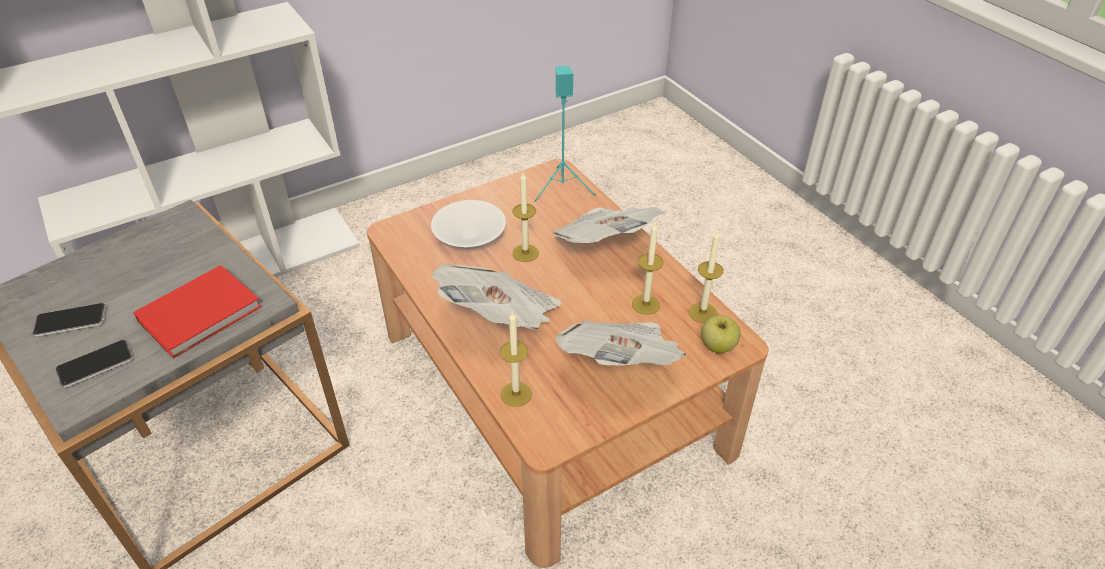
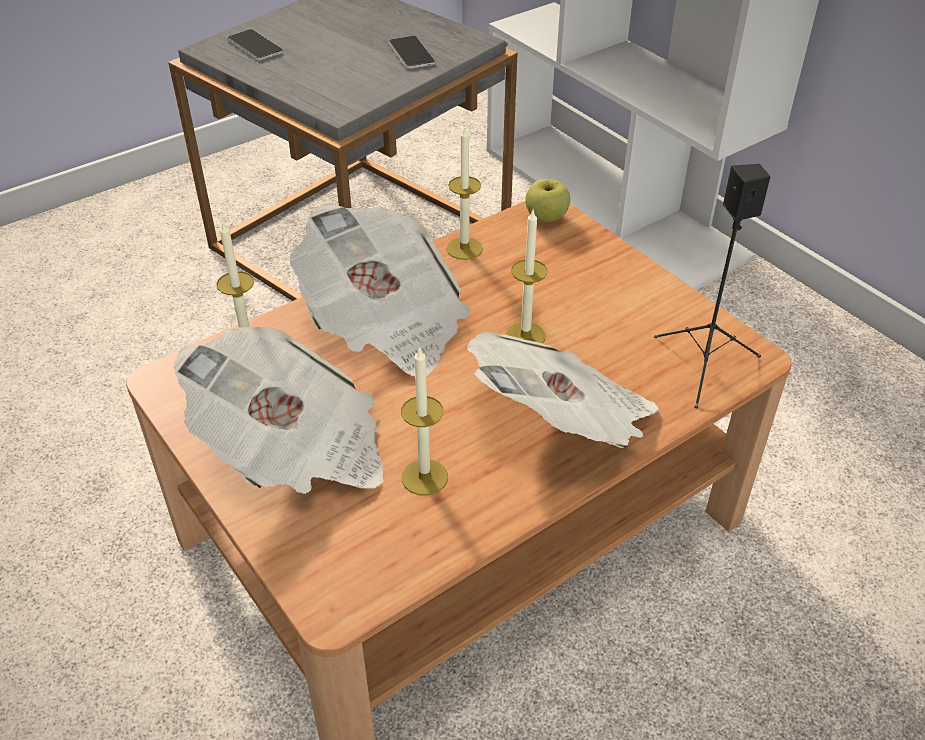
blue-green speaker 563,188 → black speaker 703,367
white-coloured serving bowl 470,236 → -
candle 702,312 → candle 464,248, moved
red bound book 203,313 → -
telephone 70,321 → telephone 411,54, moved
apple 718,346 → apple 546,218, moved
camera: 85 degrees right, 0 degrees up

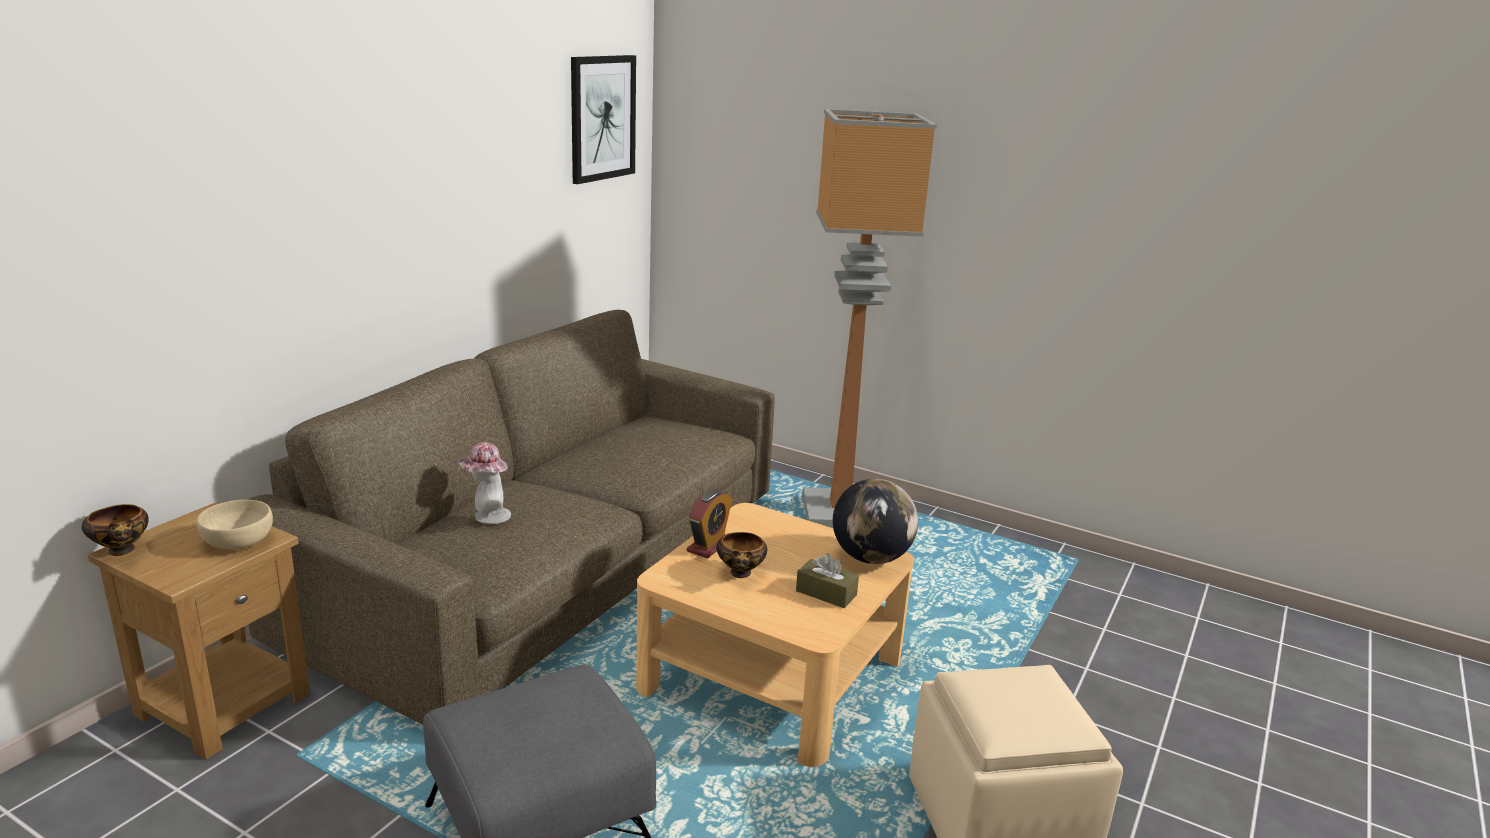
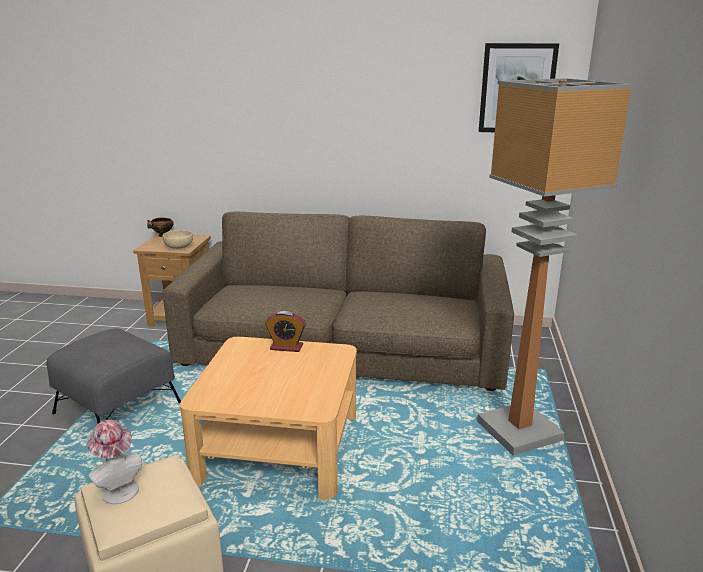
wearable hat 487,516 → wearable hat 118,489, moved
world globe 871,558 → -
serving bowl 741,574 → -
brown-coloured box of tissues 826,593 → -
camera: 70 degrees right, 0 degrees up

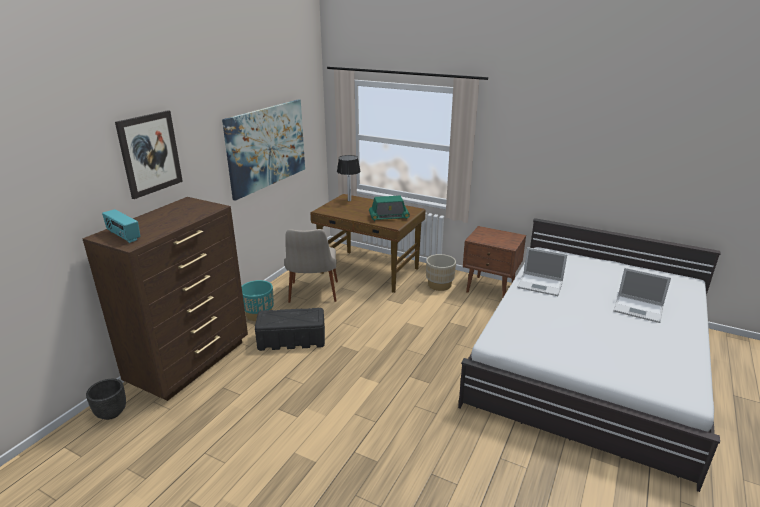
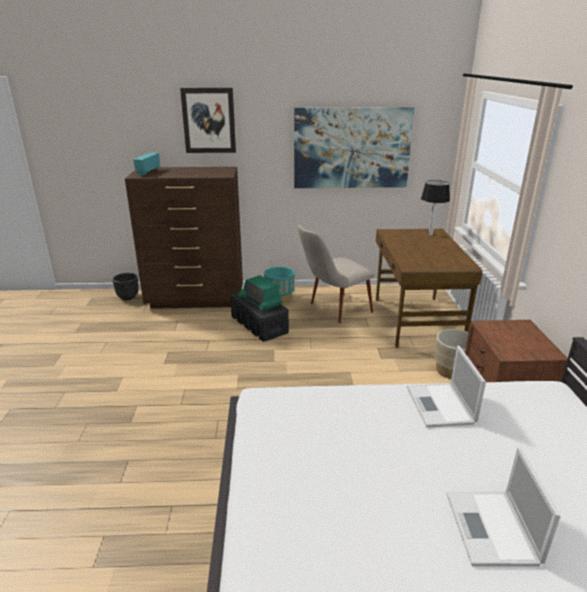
radio receiver 389,217 → radio receiver 260,302, moved
camera: 60 degrees right, 0 degrees up

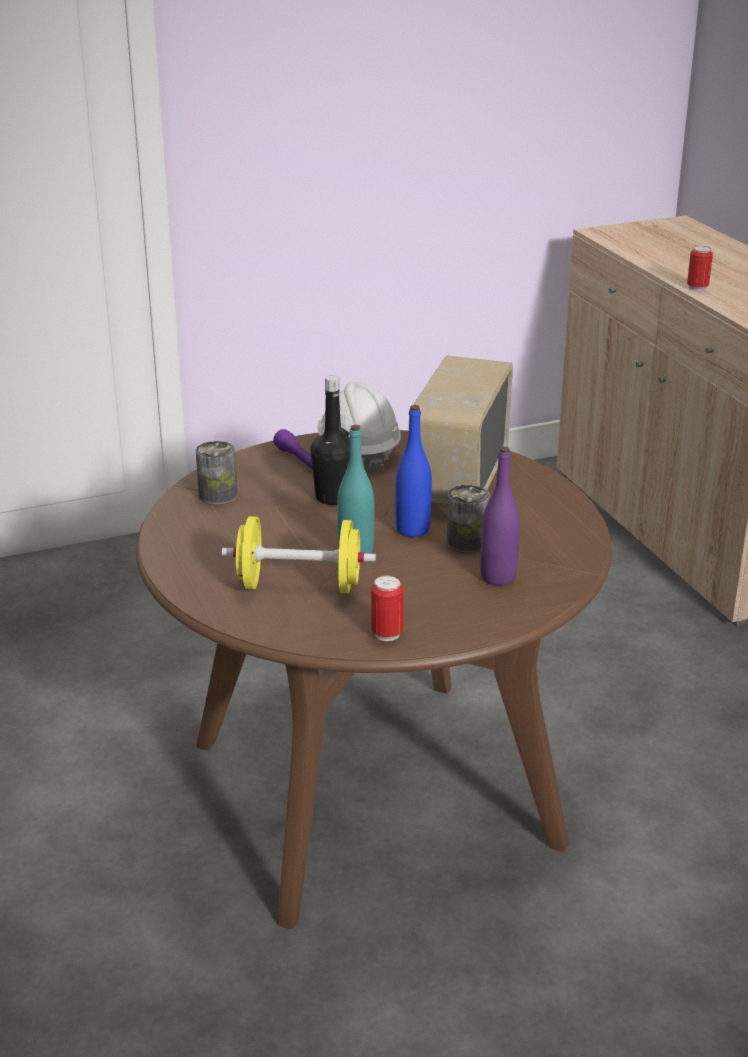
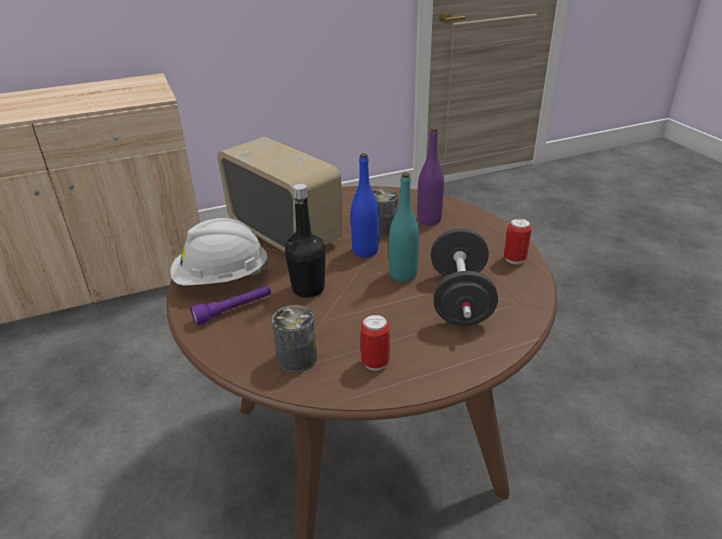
sealed can 697,288 → sealed can 375,363, moved
radio receiver 457,480 → radio receiver 285,233, 150 degrees counterclockwise
yellowish dumbbell 299,585 → black dumbbell 460,299
camera: 90 degrees left, 5 degrees up

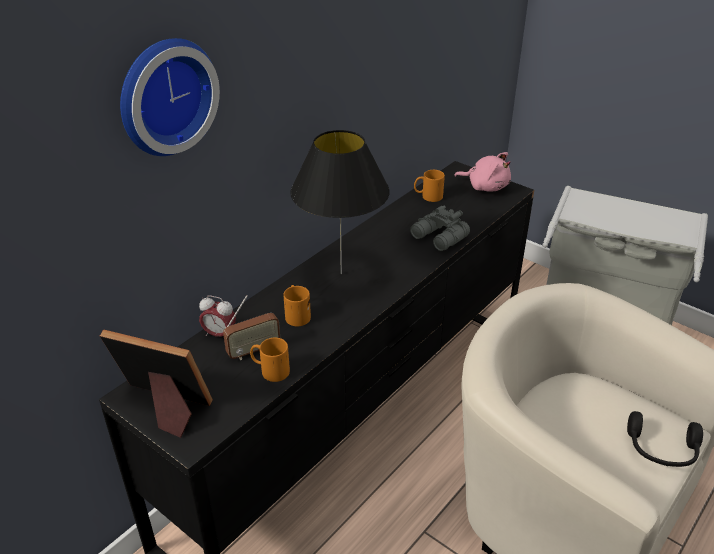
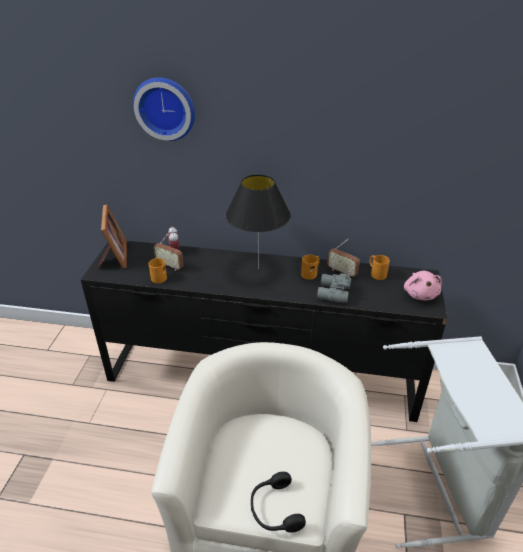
orange tea mug 296,314 → orange tea mug 311,273, moved
- → radio receiver 342,272
camera: 60 degrees right, 0 degrees up

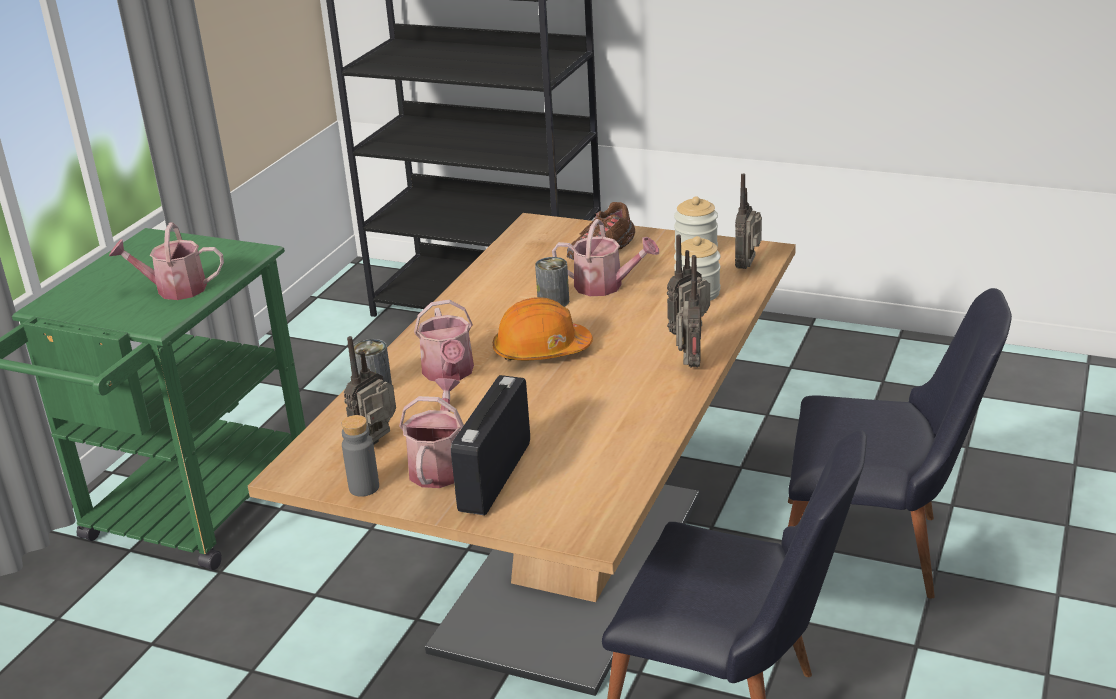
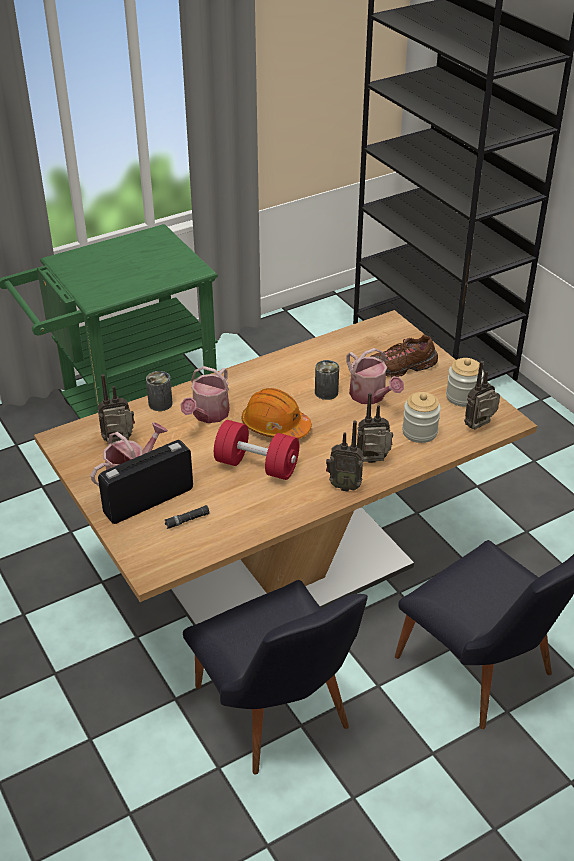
sprinkling can 174,289 → -
radio receiver 689,365 → radio receiver 344,485, 60 degrees clockwise
gray bottle 364,487 → -
- → red dumbbell 257,465
- → black flashlight 187,520
camera: 35 degrees right, 10 degrees up

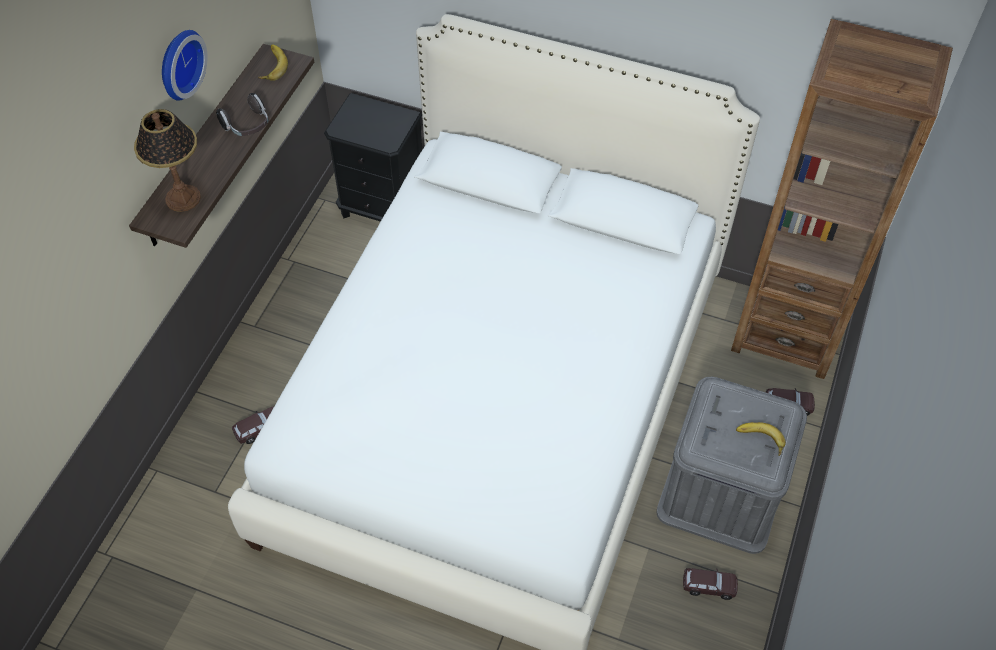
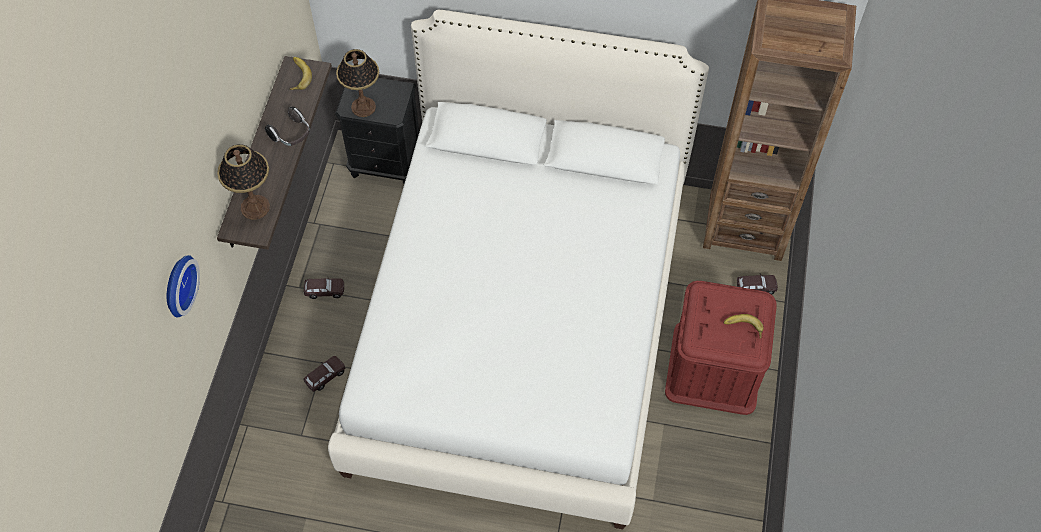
clock on the wall 178,63 → clock on the wall 177,285, moved
gray storage bin 721,491 → red storage bin 714,368
brown-coloured model car 708,586 → brown-coloured model car 324,291, moved
- → table lamp 363,107
camera: 10 degrees left, 5 degrees up

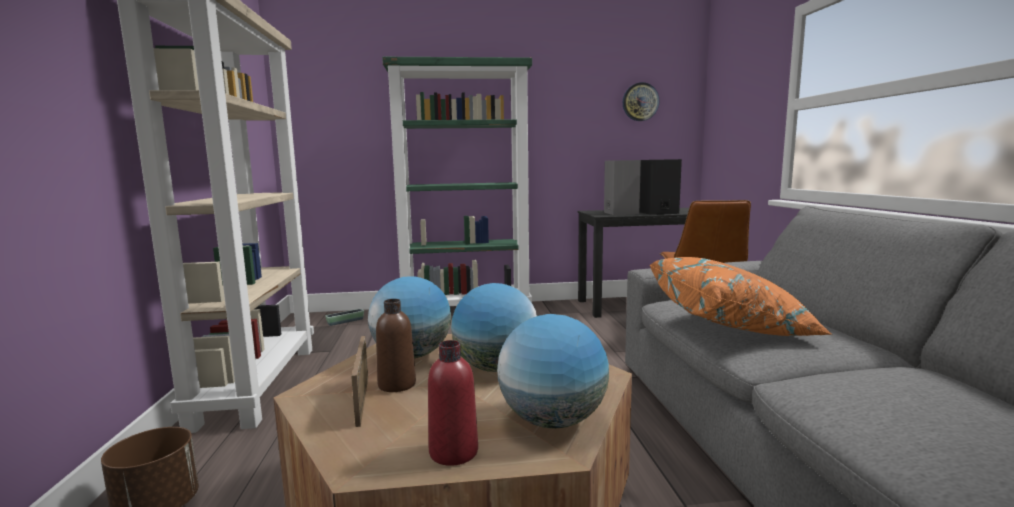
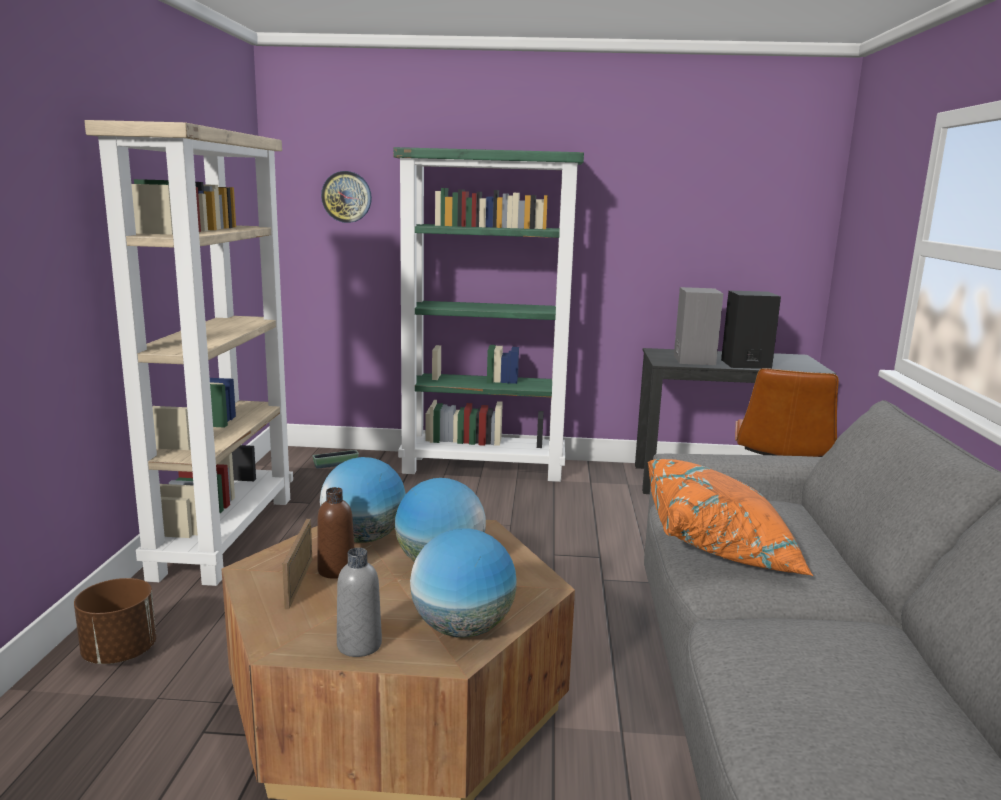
clock on the wall 640,102 → clock on the wall 346,197, moved
red bottle 453,452 → gray bottle 359,645
camera: 10 degrees right, 5 degrees up

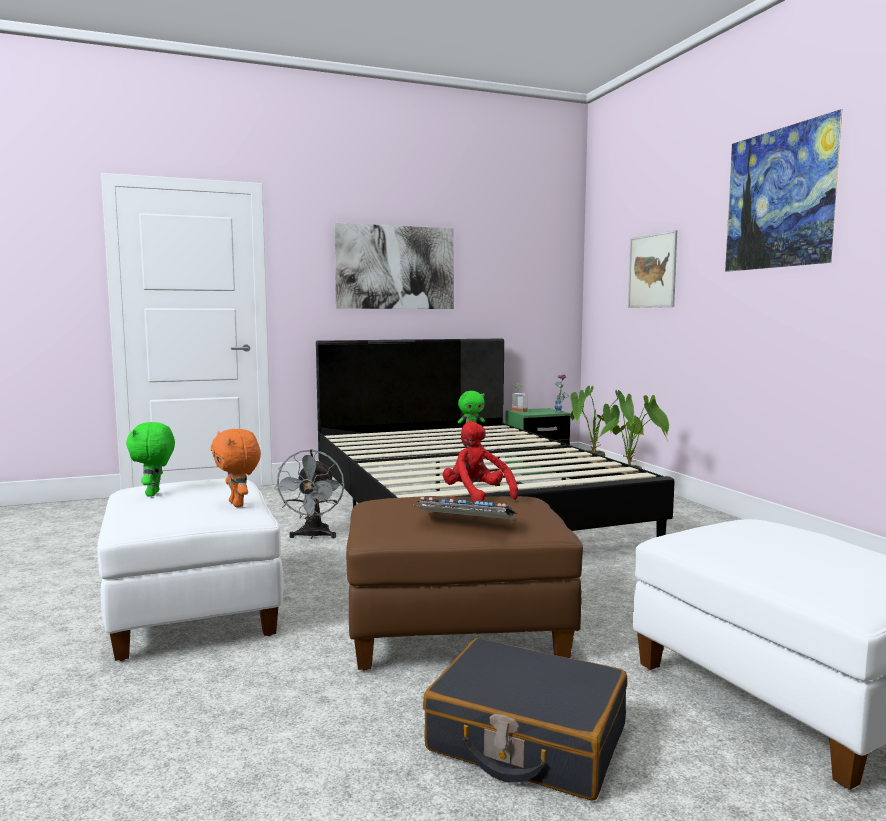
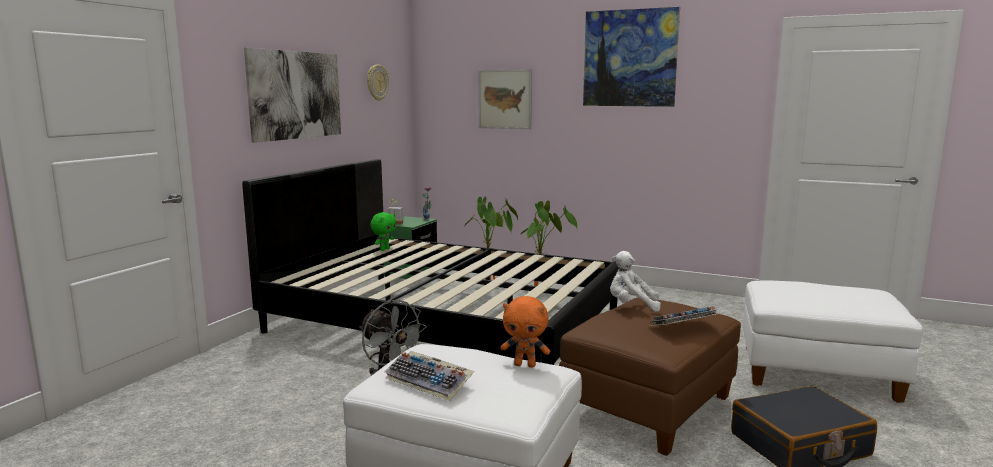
red plush toy 476,496 → white-coloured plush toy 631,306
greenish plush toy 154,494 → PC keyboard 430,382
- → clock on the wall 377,82
camera: 45 degrees left, 5 degrees up

